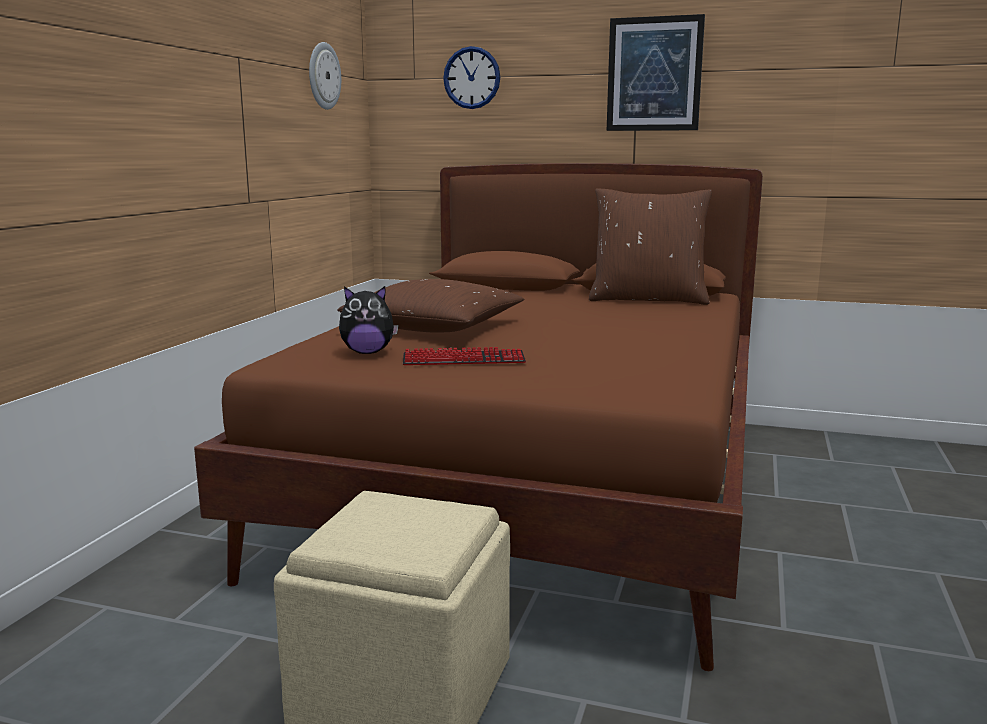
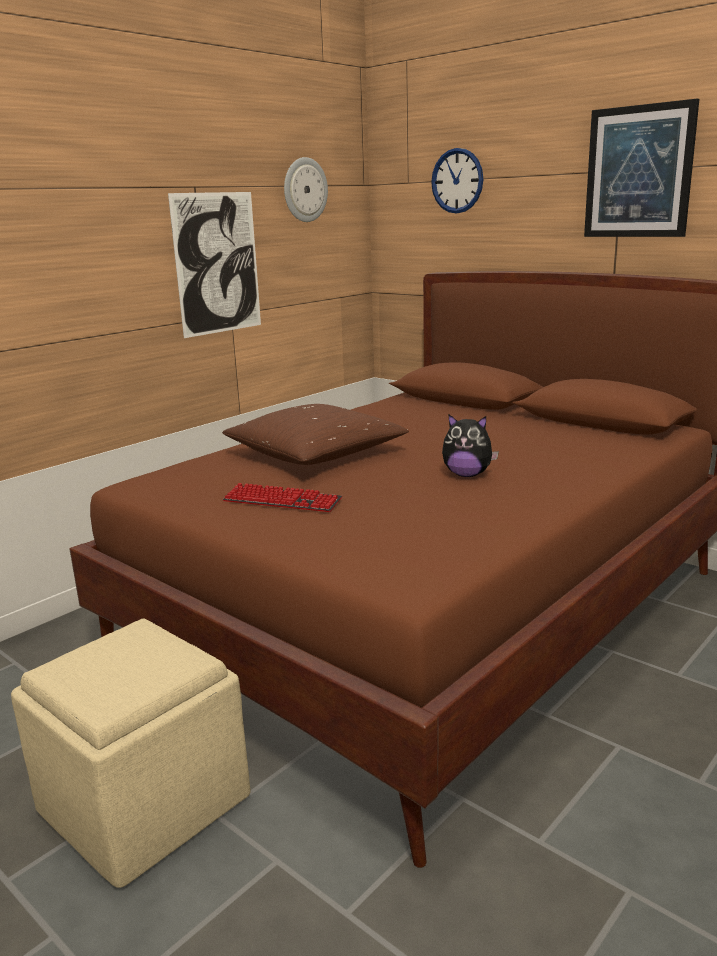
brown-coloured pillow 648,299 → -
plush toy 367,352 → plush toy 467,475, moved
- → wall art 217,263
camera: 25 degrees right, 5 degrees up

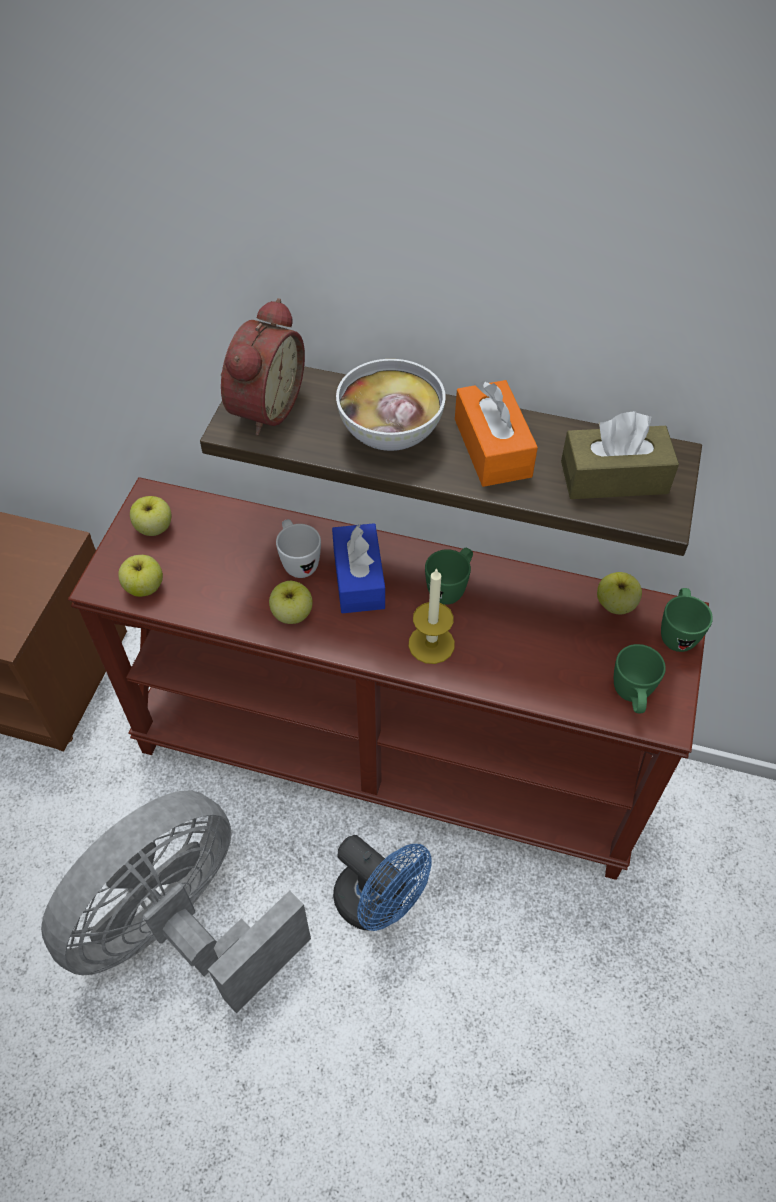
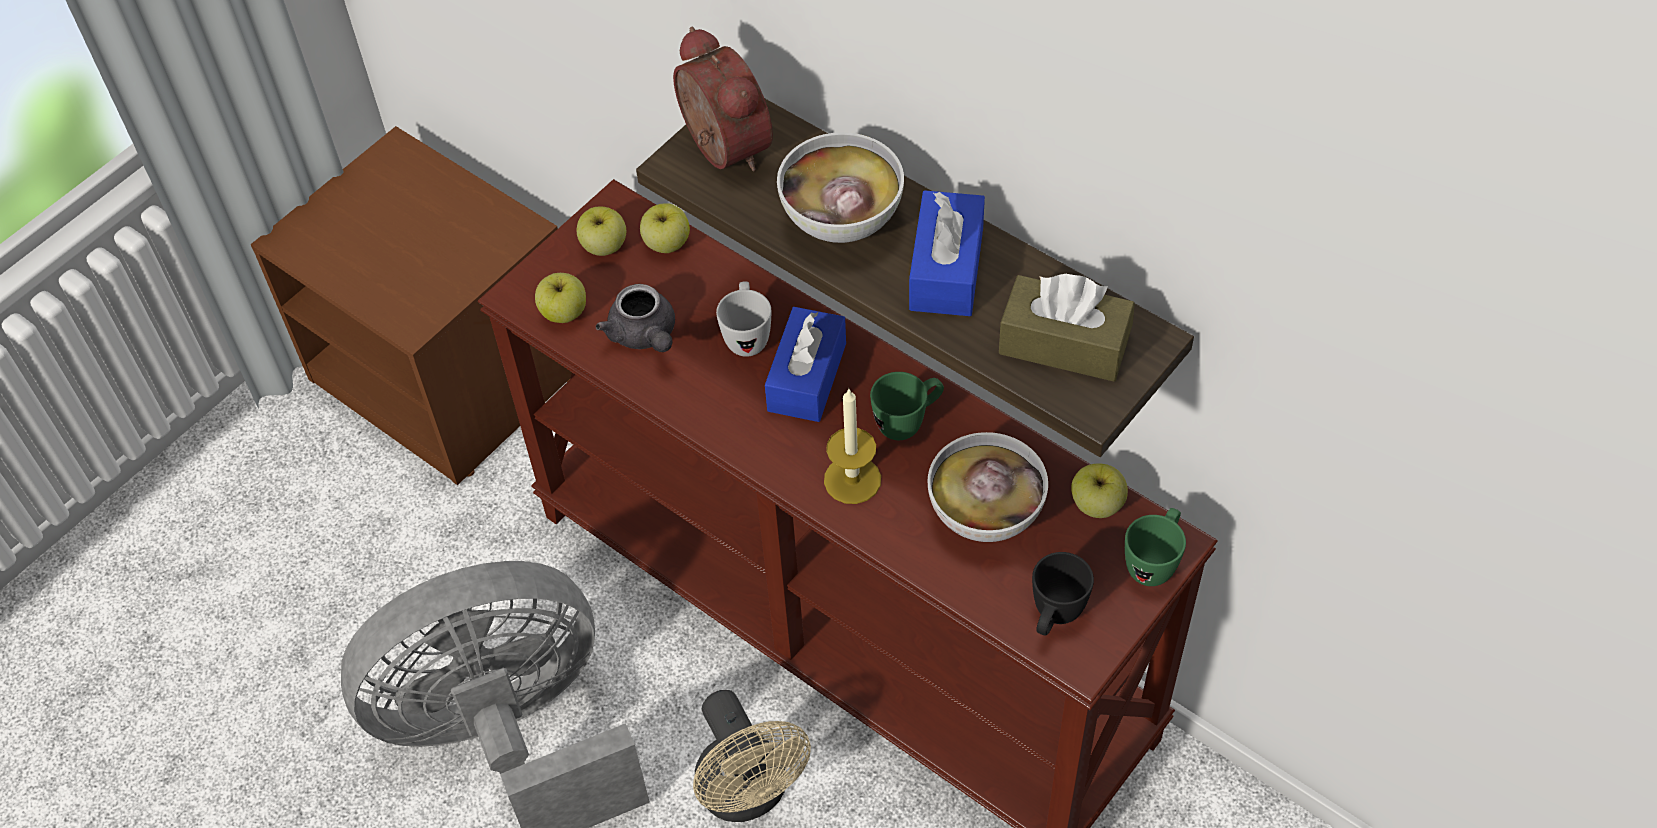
alarm clock 263,407 → alarm clock 720,149, 75 degrees counterclockwise
orange box of tissues 492,447 → blue-coloured box of tissues 946,269
apple 292,614 → apple 667,243, moved
greenish tea mug 631,697 → black tea mug 1054,618
blue-coloured electric fan 379,904 → beige electric fan 749,794
- → gray tea pot 644,336
- → serving bowl 986,514
camera: 25 degrees right, 0 degrees up

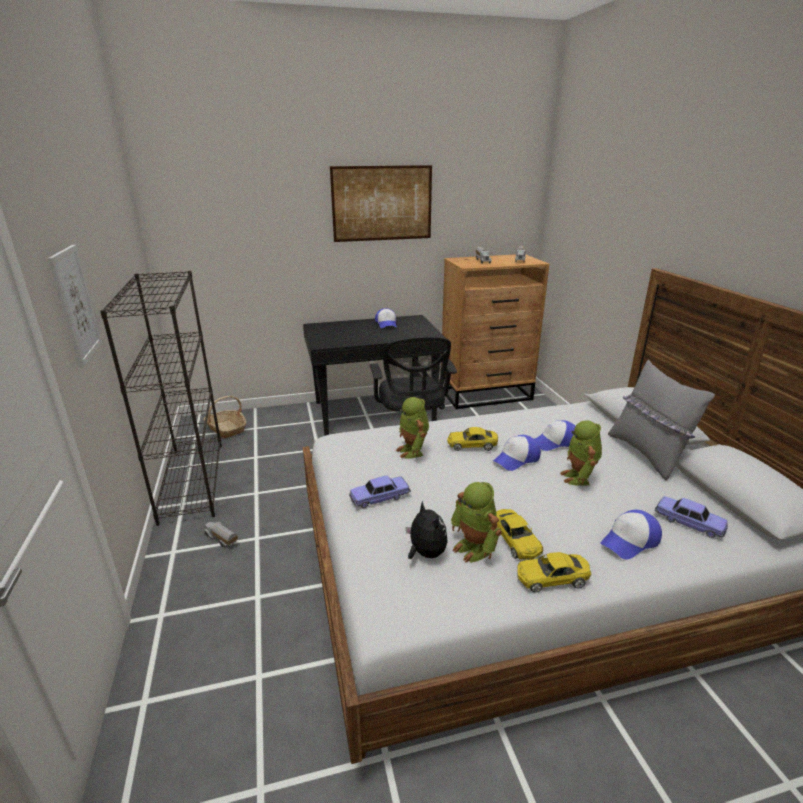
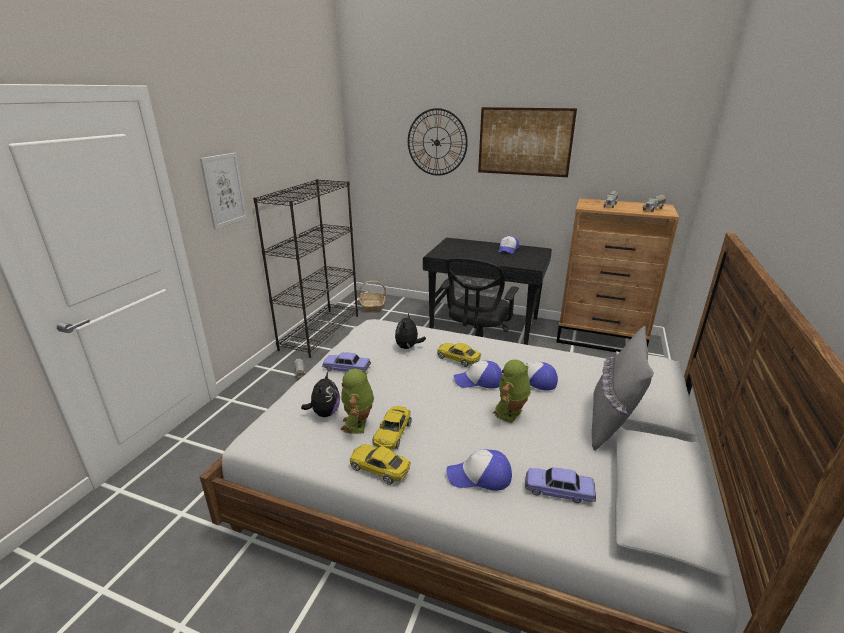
robot figure 413,451 → plush toy 408,347
model car 689,523 → model car 558,490, 120 degrees clockwise
- → clock on the wall 437,142
camera: 35 degrees right, 0 degrees up

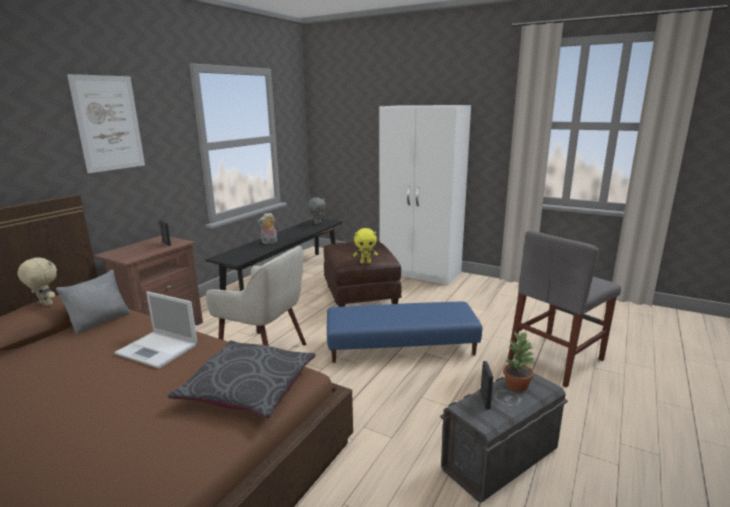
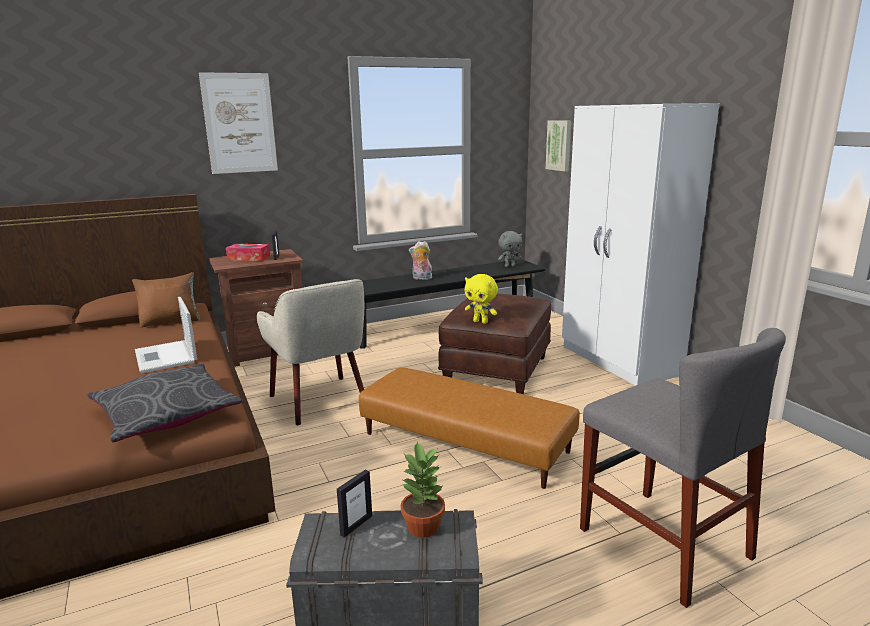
gray upright chair 556,359 → gray upright chair 663,542, 120 degrees counterclockwise
beige plush toy 45,304 → -
gray pillow 100,322 → brown-coloured pillow 171,321
blue-coloured ottoman 401,345 → brown-coloured ottoman 466,442
- → wall art 559,145
- → box of tissues 249,258
camera: 35 degrees right, 0 degrees up

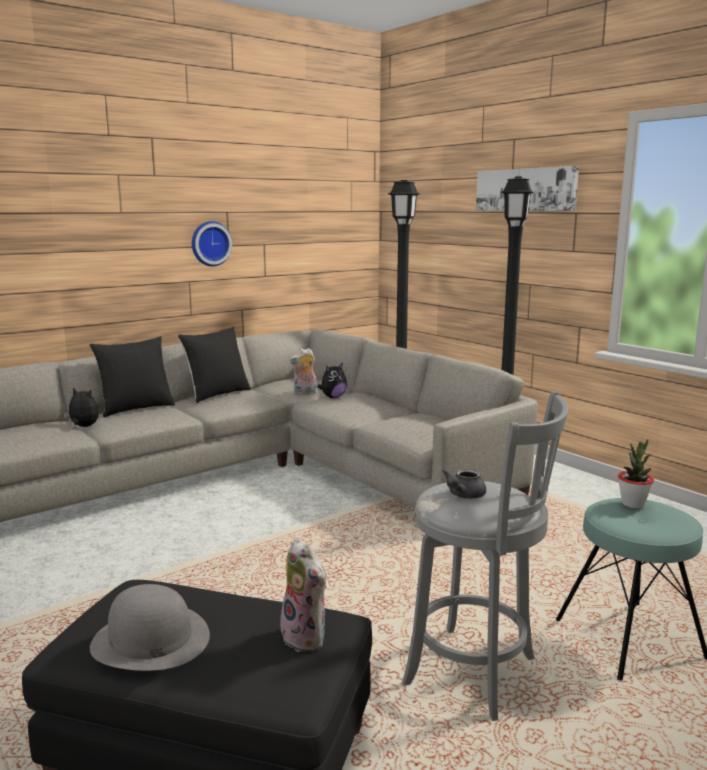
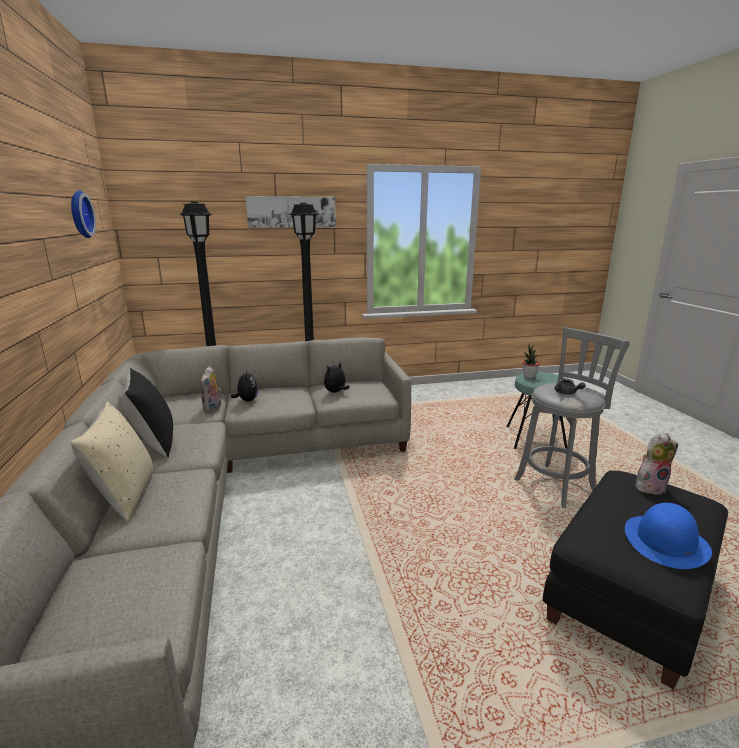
clock on the wall 210,243 → clock on the wall 79,214, moved
black pillow 136,408 → beige pillow 125,496
plush toy 83,427 → plush toy 336,392, moved
gray wearable hat 150,640 → blue-coloured wearable hat 666,541
camera: 65 degrees left, 5 degrees up

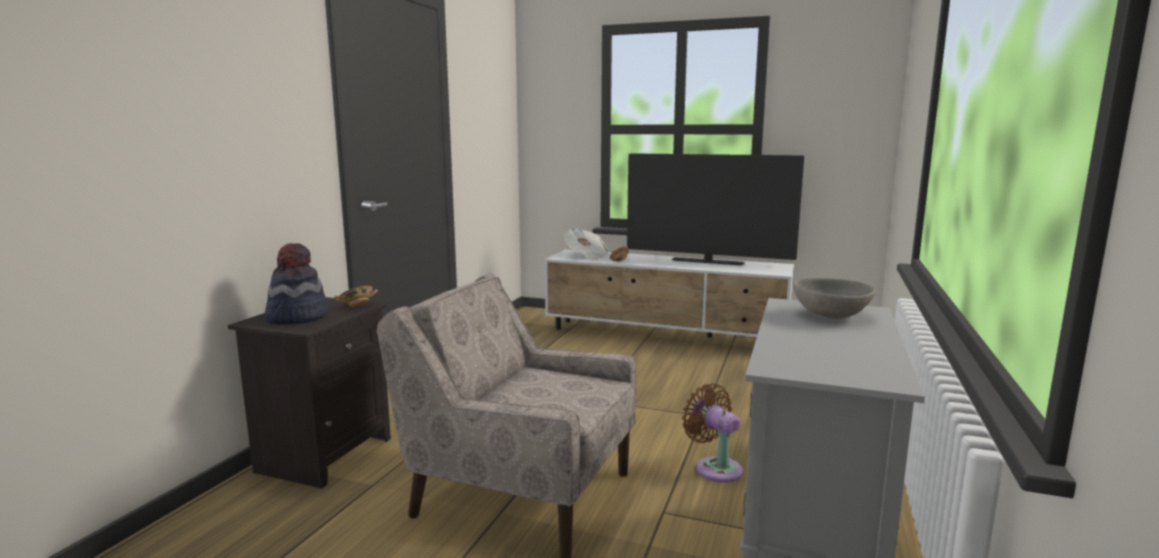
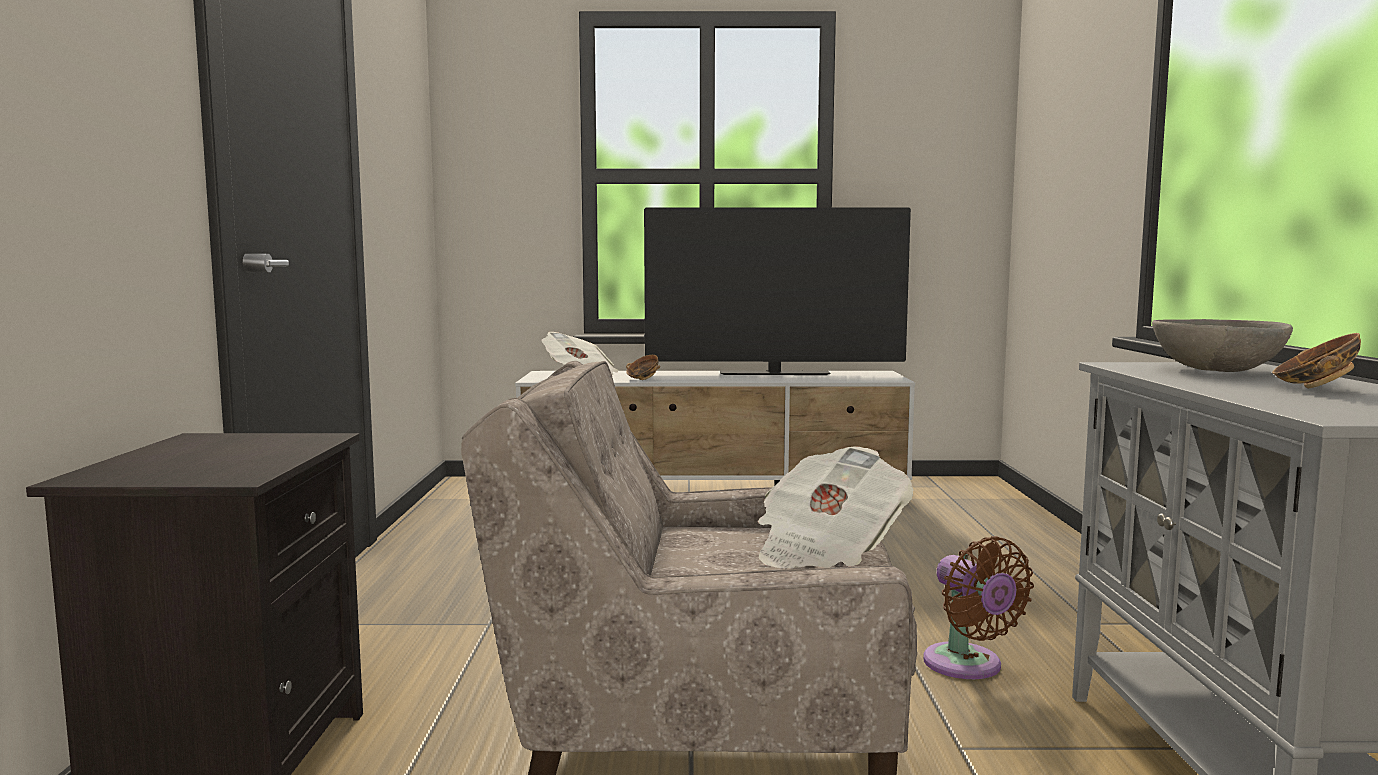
wearable hat 297,317 → -
serving bowl 357,306 → serving bowl 1312,388, moved
brown-coloured electric fan 715,467 → brown-coloured electric fan 967,666, 150 degrees counterclockwise
- → printed paper 826,549
camera: 20 degrees left, 5 degrees down

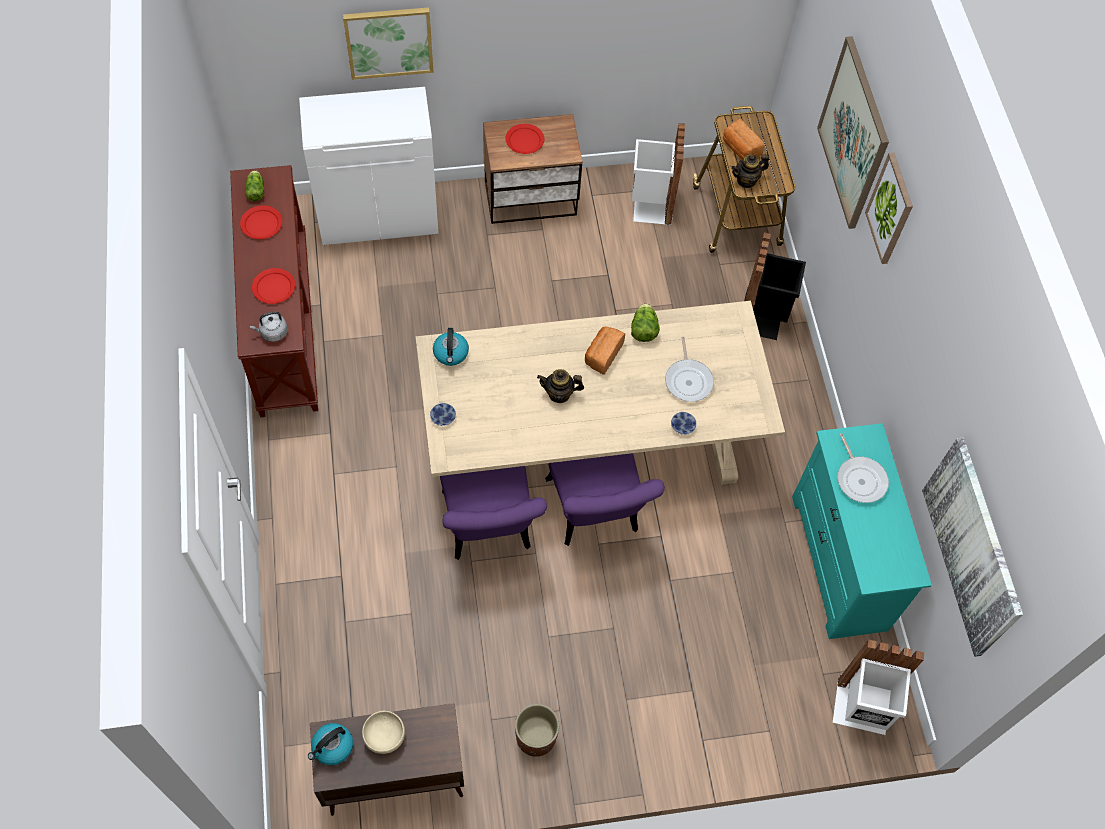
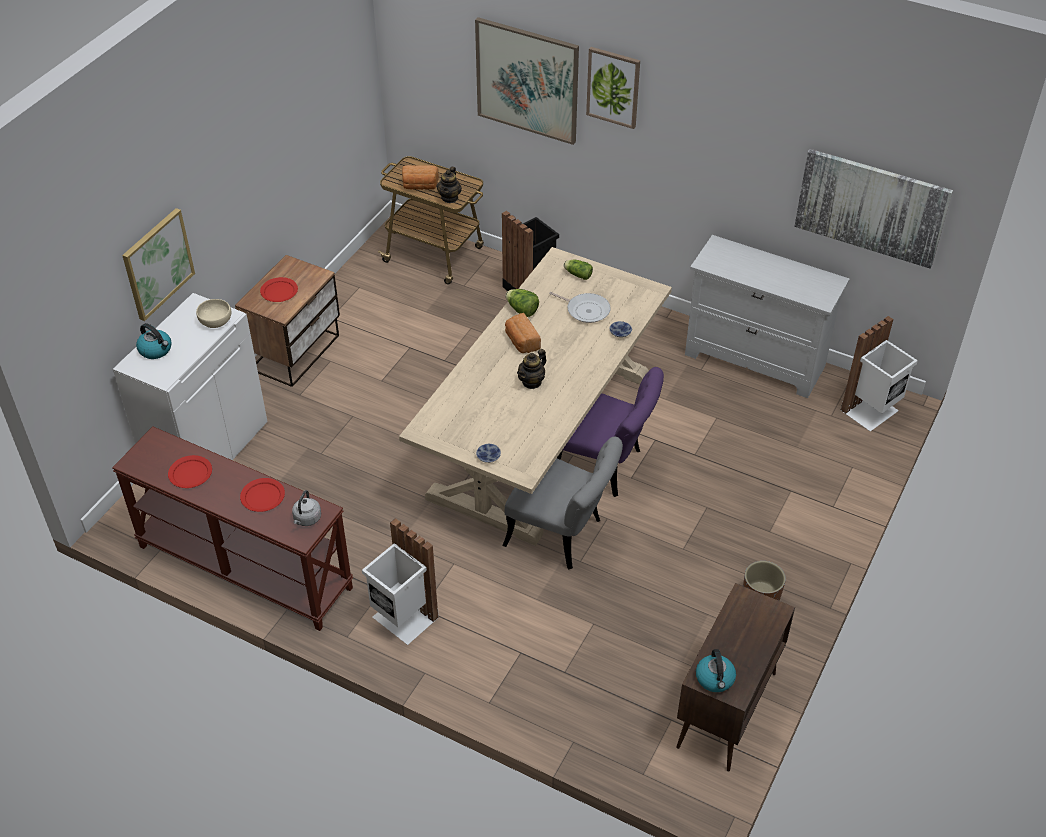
white-coloured rubbish bin 650,205 → white-coloured rubbish bin 403,619, moved
lettuce 256,190 → lettuce 577,274, moved
water kettle 451,353 → water kettle 156,350, moved
blue-green dresser 839,563 → white-coloured dresser 755,360
frying pan 860,478 → -
purplish upright chair 489,529 → gray upright chair 562,535
beige serving bowl 384,736 → beige serving bowl 215,321, moved
camera: 50 degrees left, 15 degrees down

